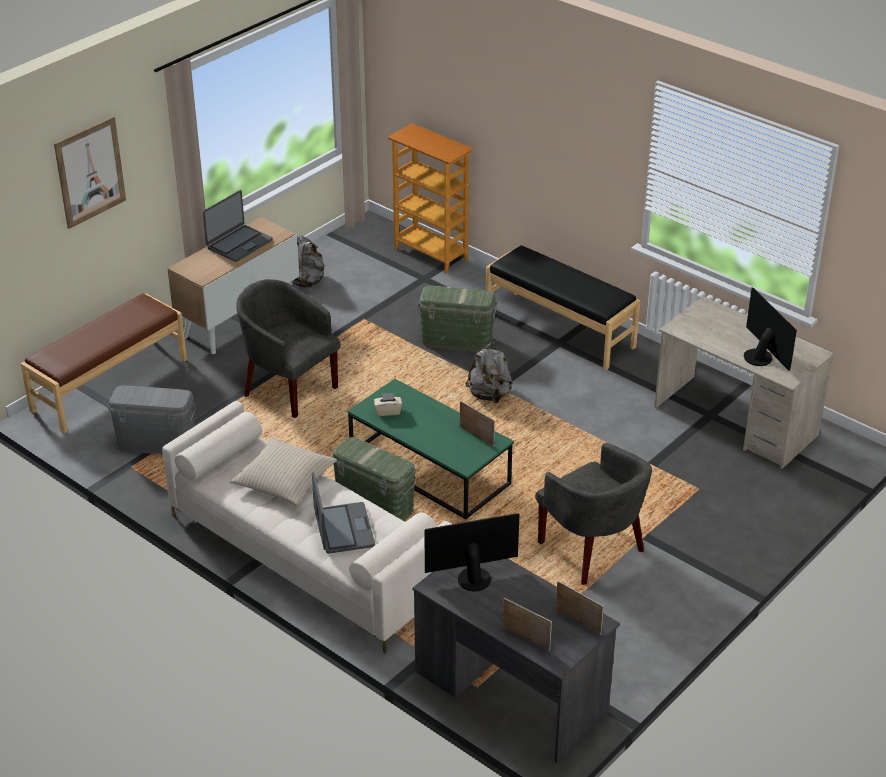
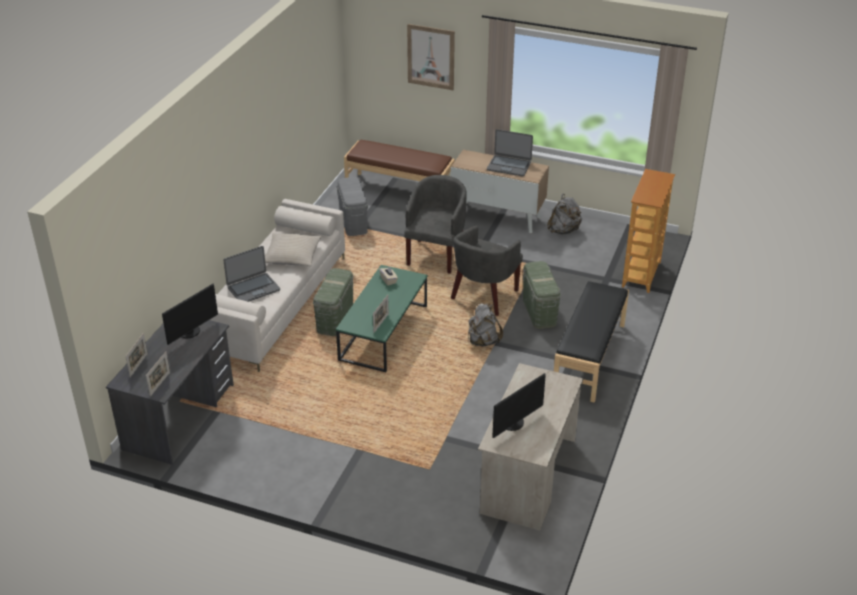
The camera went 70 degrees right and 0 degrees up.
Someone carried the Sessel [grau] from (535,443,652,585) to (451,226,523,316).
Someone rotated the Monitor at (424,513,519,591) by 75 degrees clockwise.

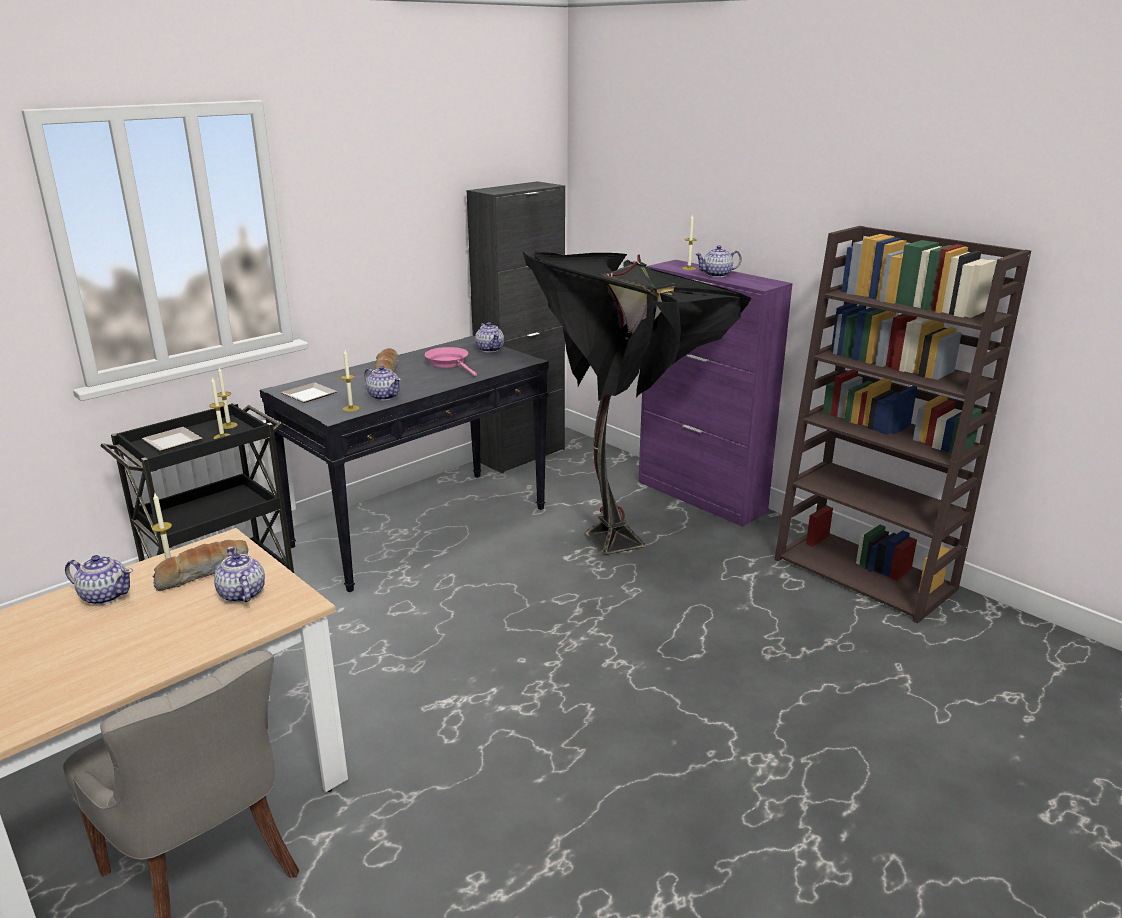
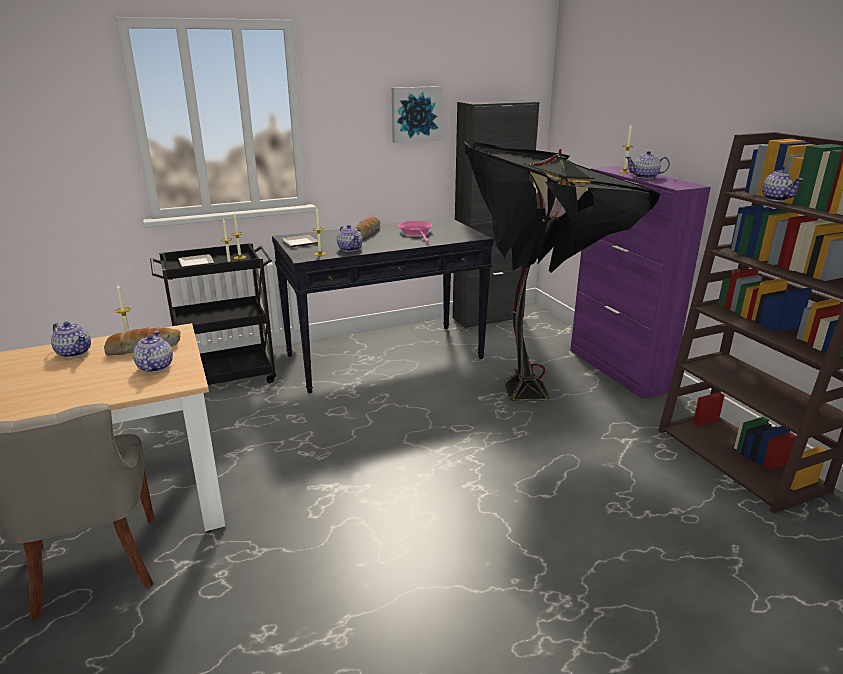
The camera went 20 degrees right and 0 degrees up.
Someone put up the Bild at (392,86,442,143).
Someone carried the Teekanne from (475,322,504,352) to (762,166,803,202).

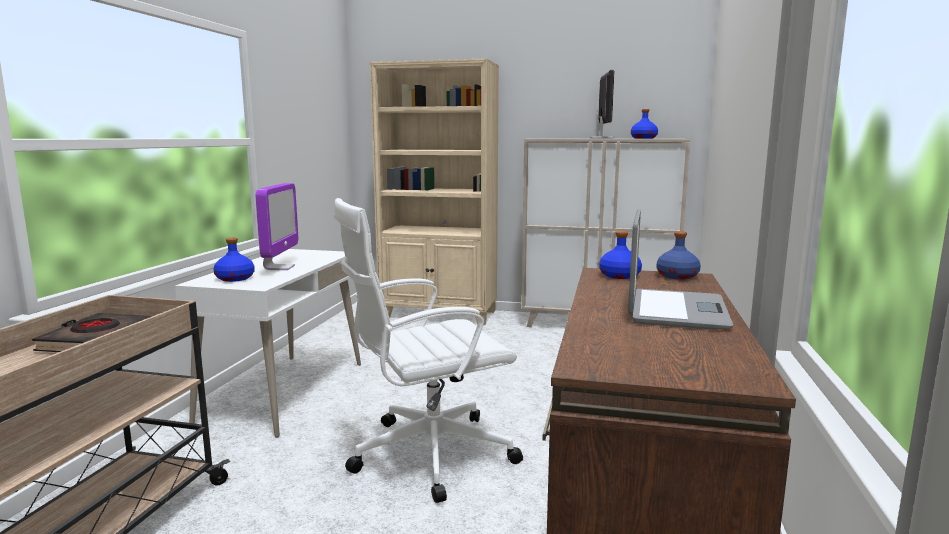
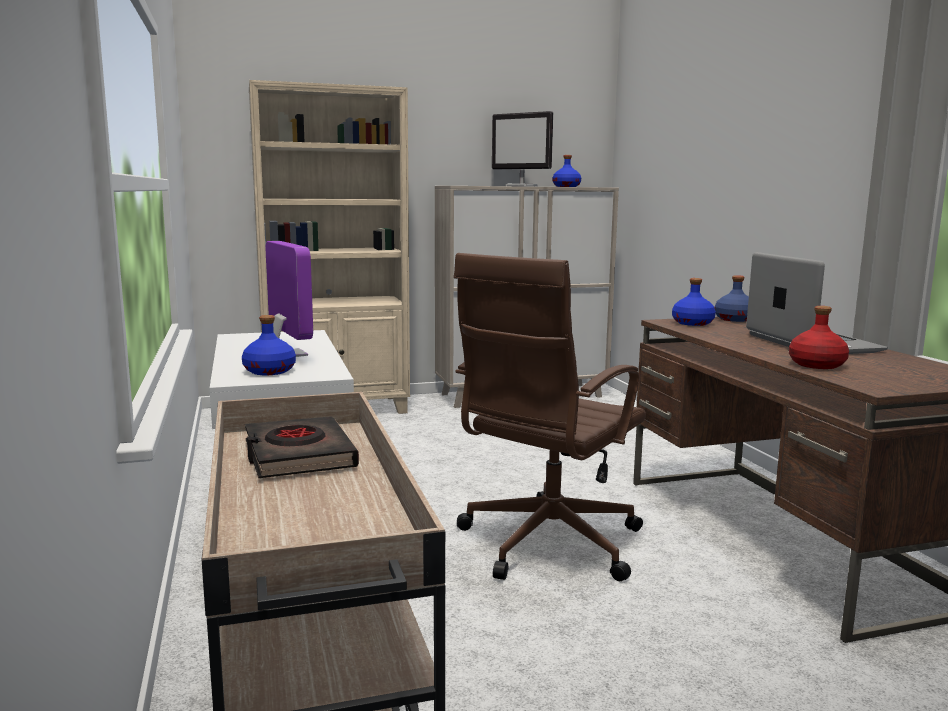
The camera went 30 degrees left and 0 degrees up.
Someone put down the Flasche [rot] at (789,306,849,369).
Someone repainted the Bürostuhl [weiß] at (334,198,523,503), which became the Bürostuhl [braun] at (454,253,646,581).
Someone rotated the Monitor at (590,70,615,139) by 150 degrees clockwise.

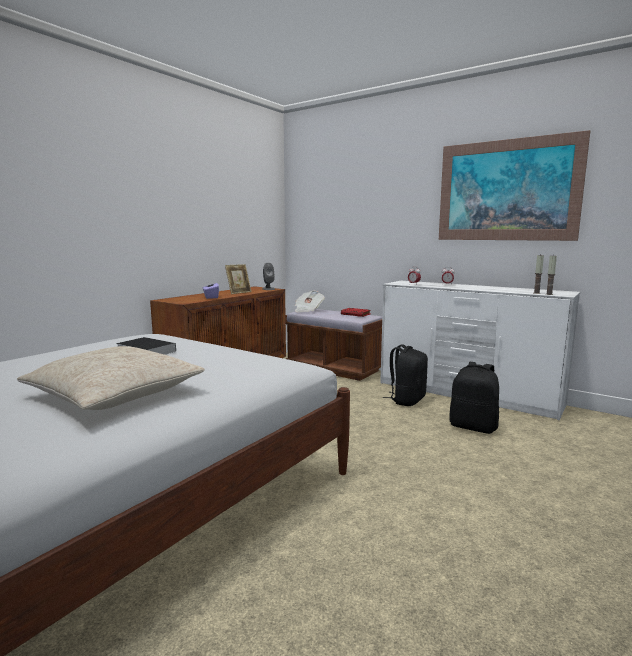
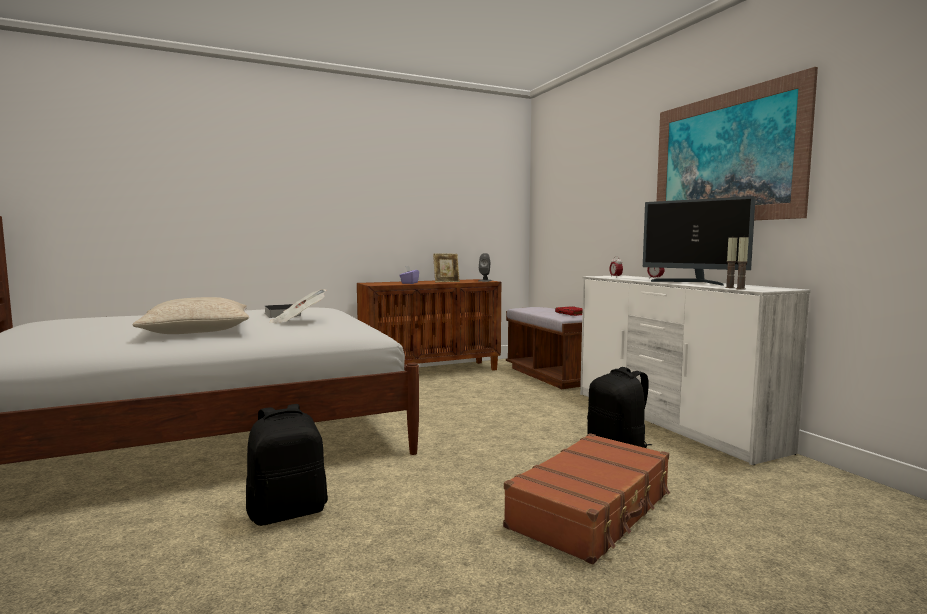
The camera went 30 degrees right and 5 degrees down.
Someone put down the Koffer [braun] at (503,433,670,565).
Someone put down the Monitor at (643,196,756,286).
Someone carried the Zeitung from (294,291,325,313) to (269,289,327,323).
Someone carried the Rucksack [schwarz] from (383,344,428,406) to (246,404,328,526).

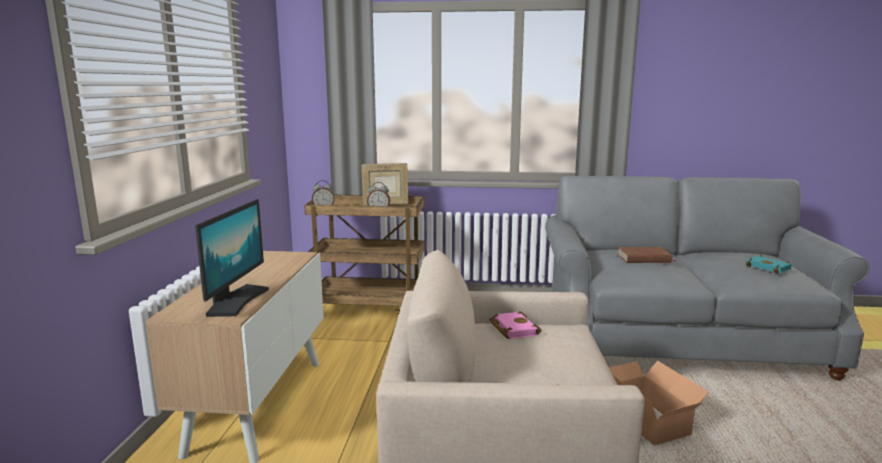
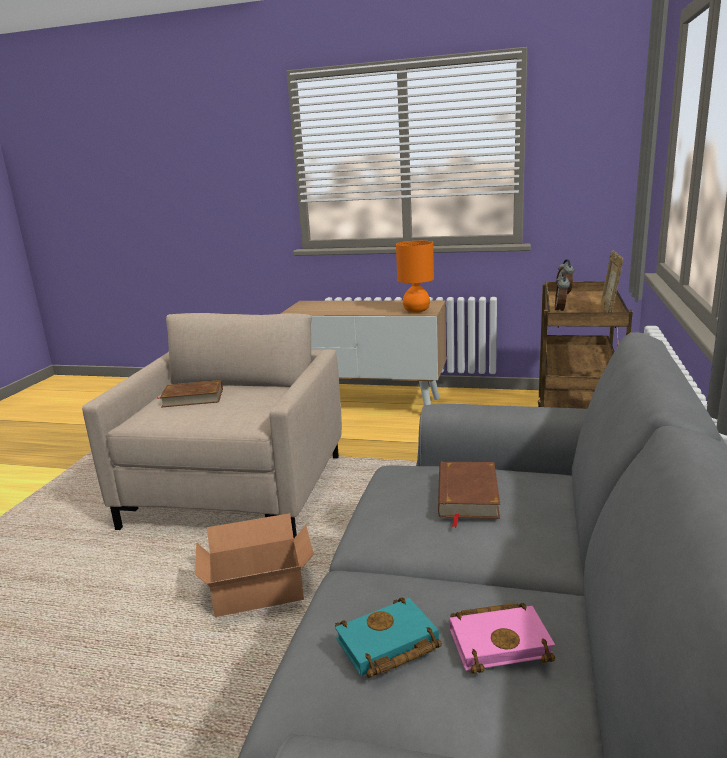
The camera went 100 degrees right and 5 degrees up.
Someone took away the Monitor at (195,199,269,317).
Someone put down the Buch [braun] at (157,380,223,408).
Someone put down the Tischlampe [orange] at (396,241,434,313).
Someone carried the Buch [rosa] from (489,311,542,339) to (450,603,555,674).

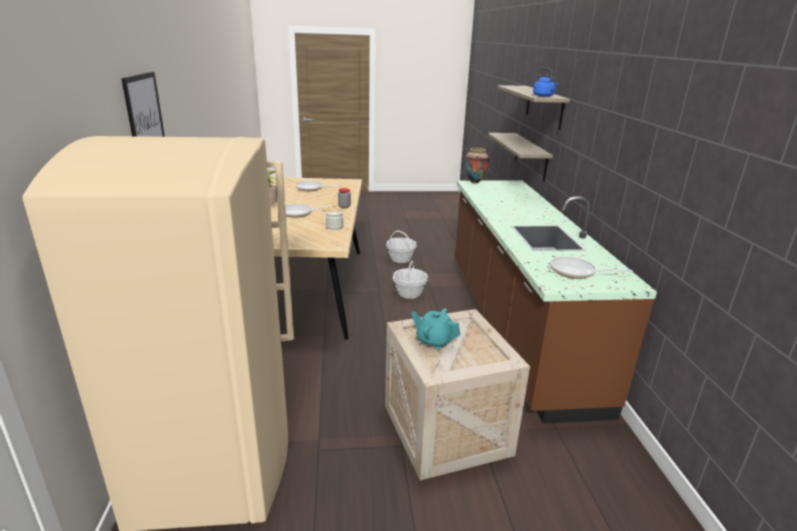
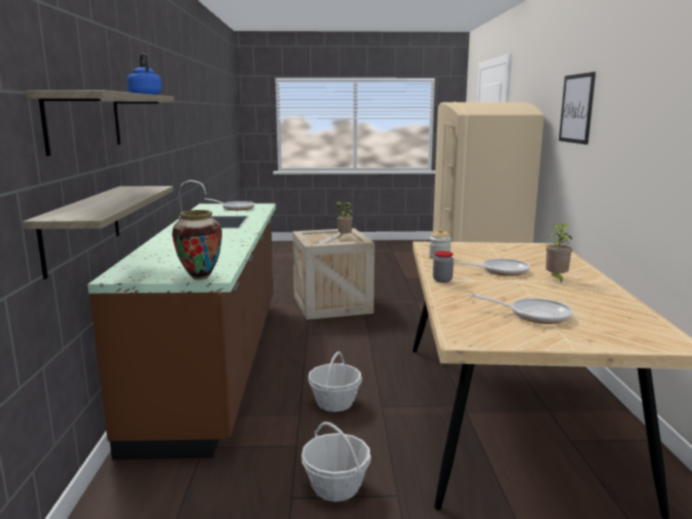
The camera went 175 degrees left and 10 degrees down.
Someone swapped the Teekanne [türkis] at (411,308,460,350) for the Topfpflanze at (336,202,353,238).

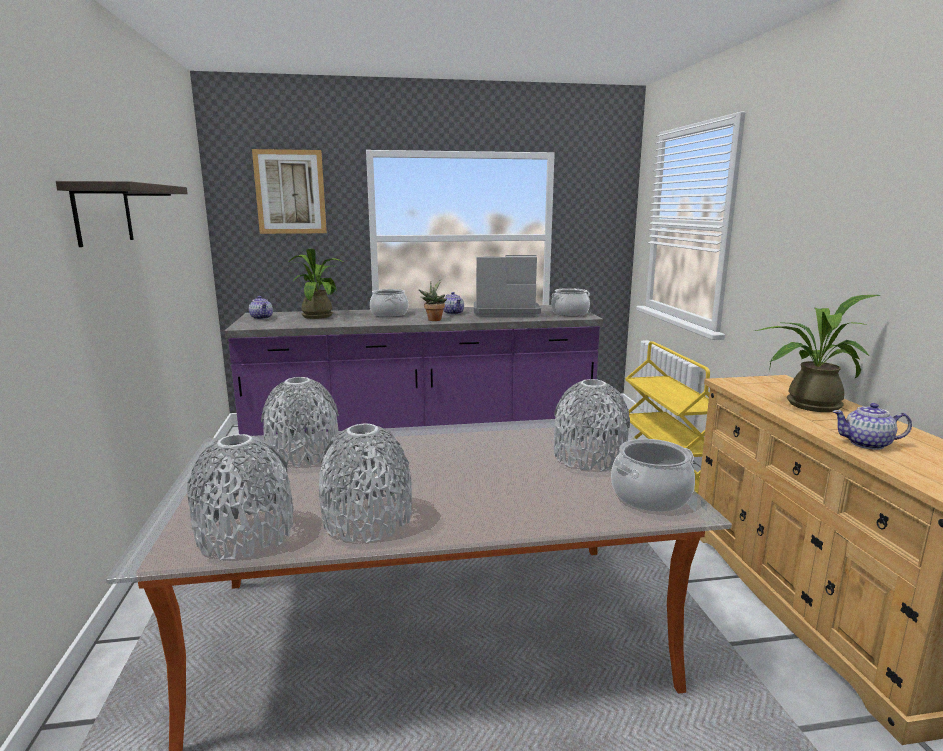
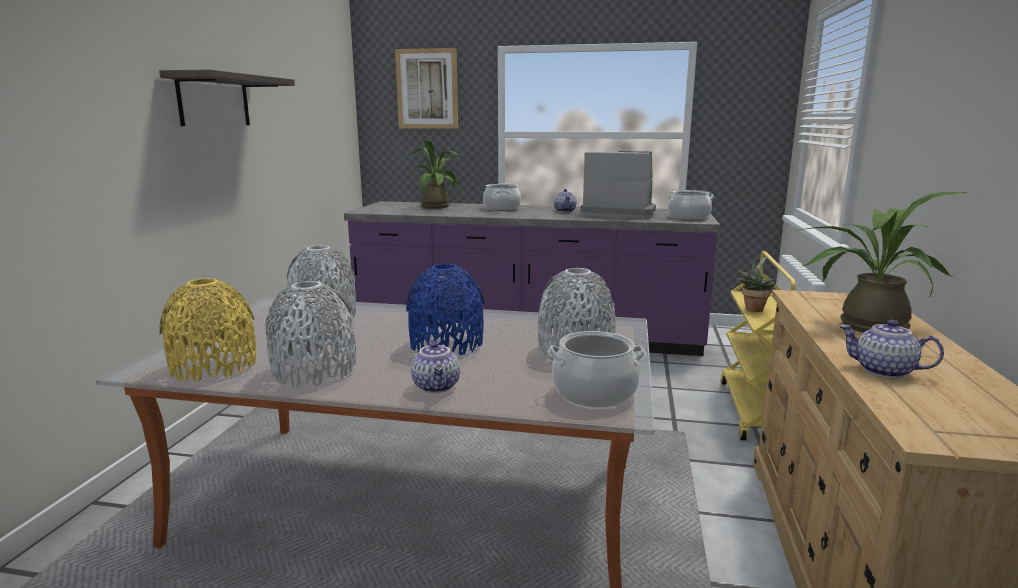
The camera went 20 degrees right and 0 degrees up.
Someone put down the Vase [blau] at (406,264,484,355).
Someone carried the Teekanne from (249,296,273,320) to (411,340,460,393).
Someone carried the Topfpflanze from (419,279,447,321) to (737,256,775,312).
Someone repainted the Vase [grau] at (187,434,293,560), which became the Vase [gelb] at (159,278,256,382).

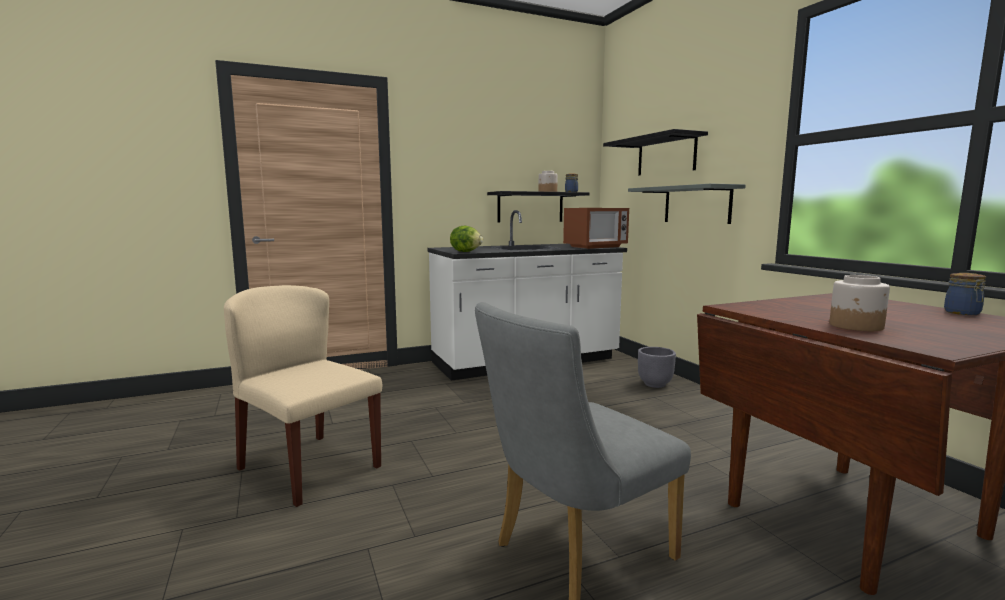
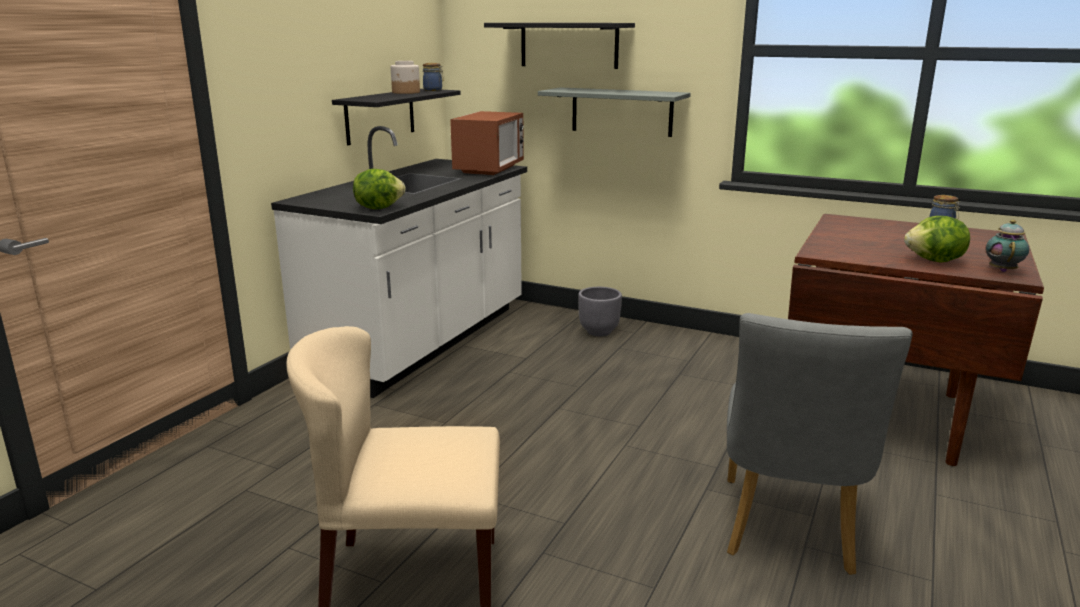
The camera went 40 degrees left and 10 degrees up.
Someone put down the Teekanne at (986,220,1029,272).
Someone swapped the Vorratsglas at (829,275,890,331) for the Salatkopf at (904,216,970,263).

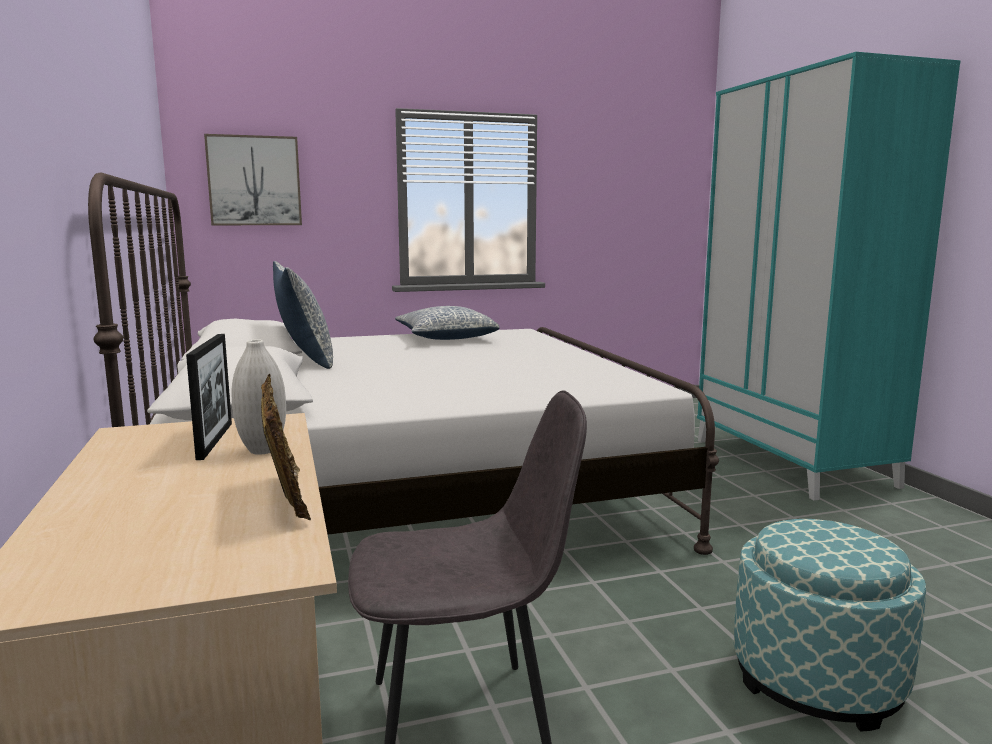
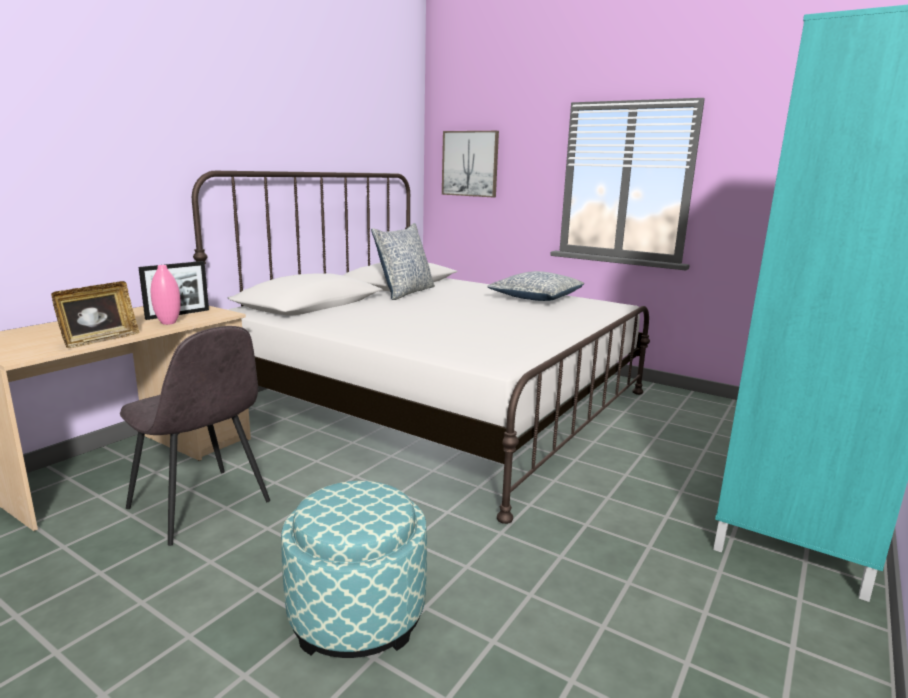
The camera went 50 degrees right and 5 degrees up.
Someone repainted the Vase [weiß] at (231,339,286,455), which became the Vase [rosa] at (150,265,181,325).

